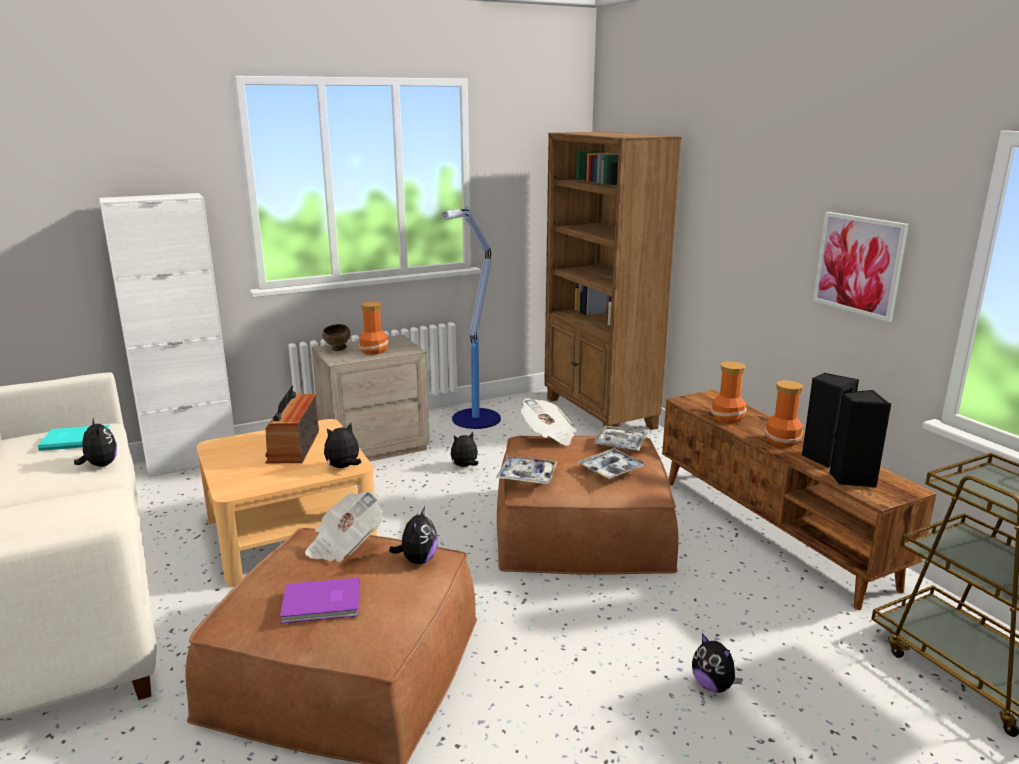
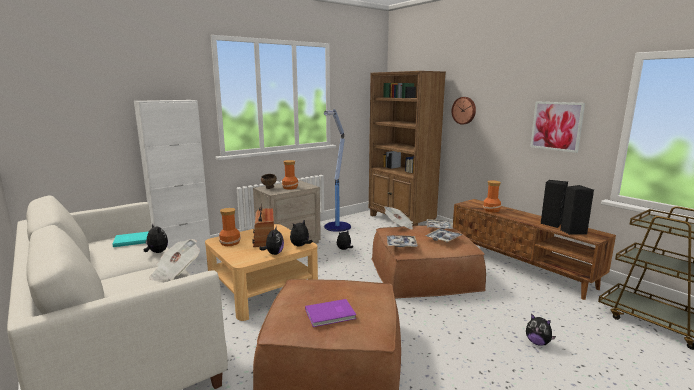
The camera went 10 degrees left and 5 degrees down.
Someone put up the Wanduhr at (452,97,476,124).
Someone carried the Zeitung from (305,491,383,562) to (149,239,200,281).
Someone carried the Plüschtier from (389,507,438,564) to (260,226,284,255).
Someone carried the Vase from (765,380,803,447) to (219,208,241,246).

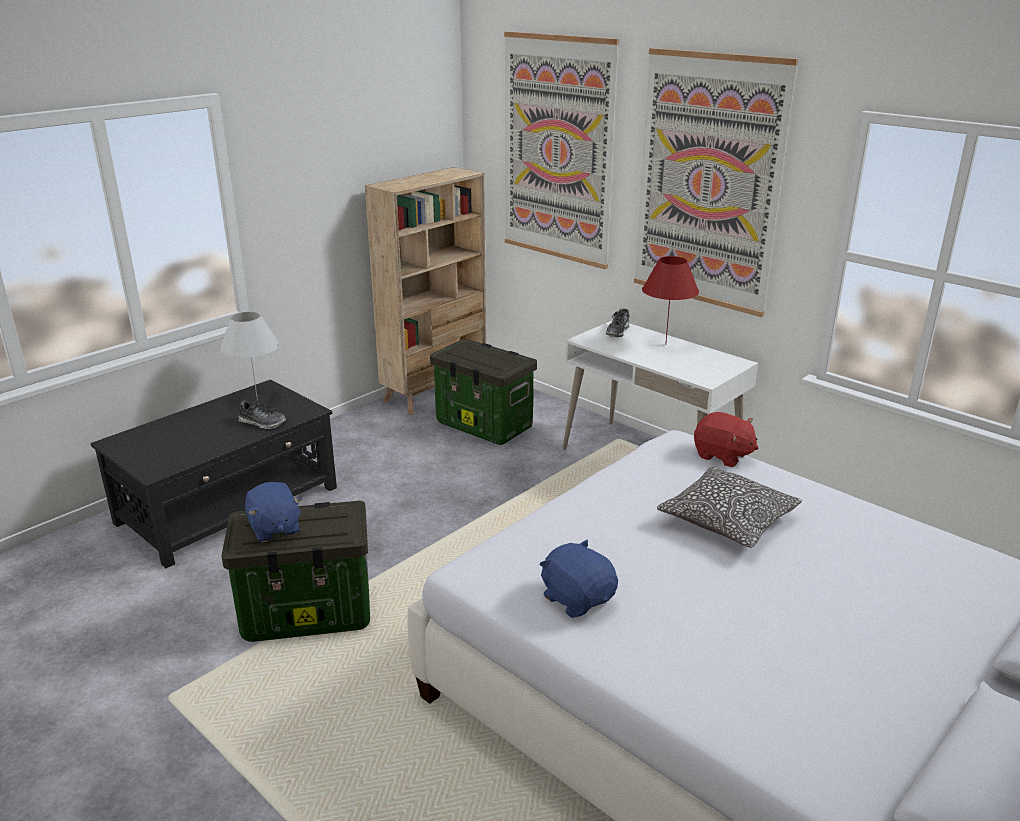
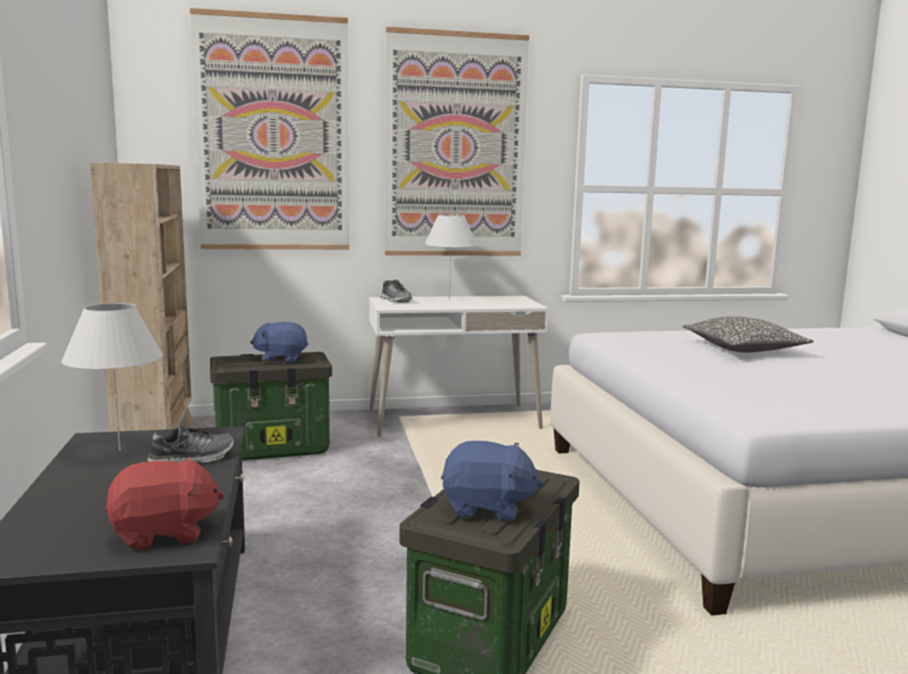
The camera went 55 degrees left and 15 degrees down.
Someone carried the Plüschtier [blau] from (540,540,618,618) to (250,322,308,363).
Someone carried the Plüschtier [rot] from (694,412,758,467) to (104,456,225,550).
Someone repainted the Tischlampe [rot] at (642,256,699,345), which became the Tischlampe [weiß] at (424,215,477,300).

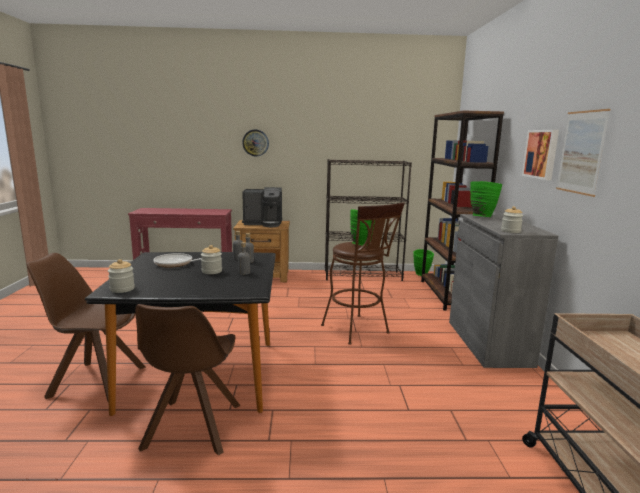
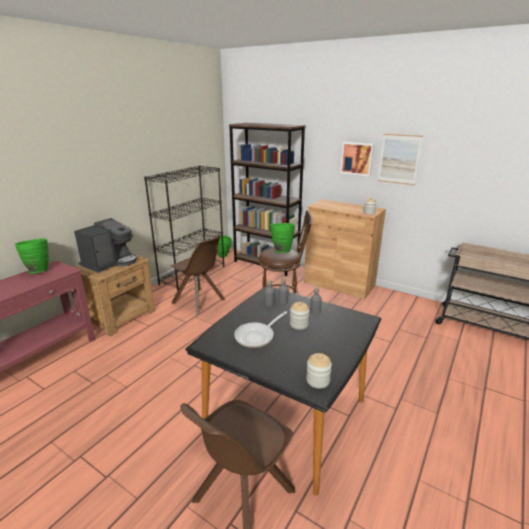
The camera went 55 degrees left and 10 degrees up.
Someone took away the Wanduhr at (242,130,269,156).
Someone carried the Stuhl [braun] from (135,304,240,456) to (170,235,225,315).
Someone carried the Vase [grün] from (470,181,502,217) to (15,238,49,274).
Someone repainted the Schrank [grau] at (449,214,558,368), which became the Schrank [braun] at (304,199,386,299).

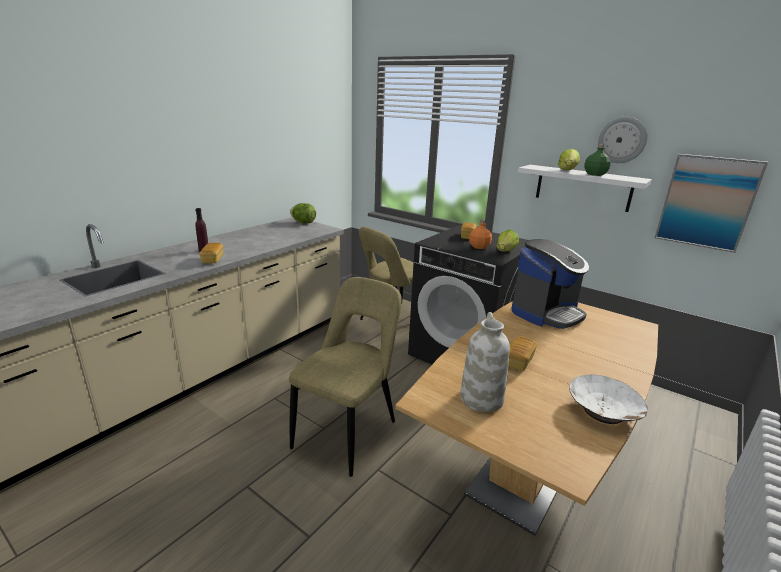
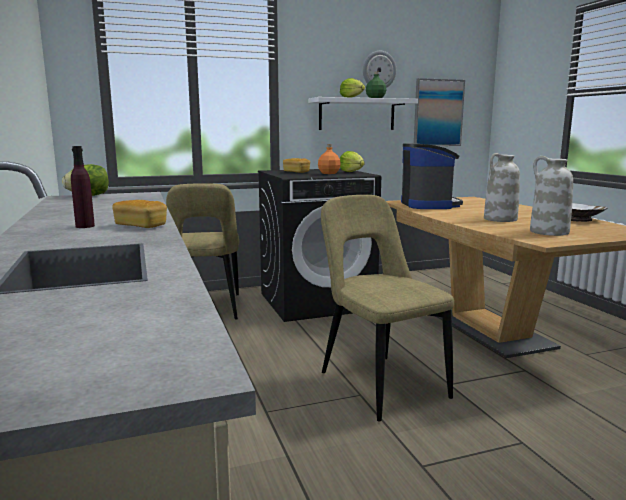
The camera went 55 degrees left and 10 degrees down.
Someone swapped the Brot at (508,337,537,371) for the Vase [weiß] at (484,153,520,222).

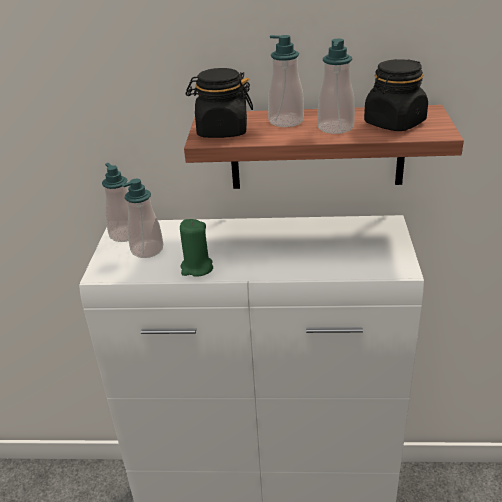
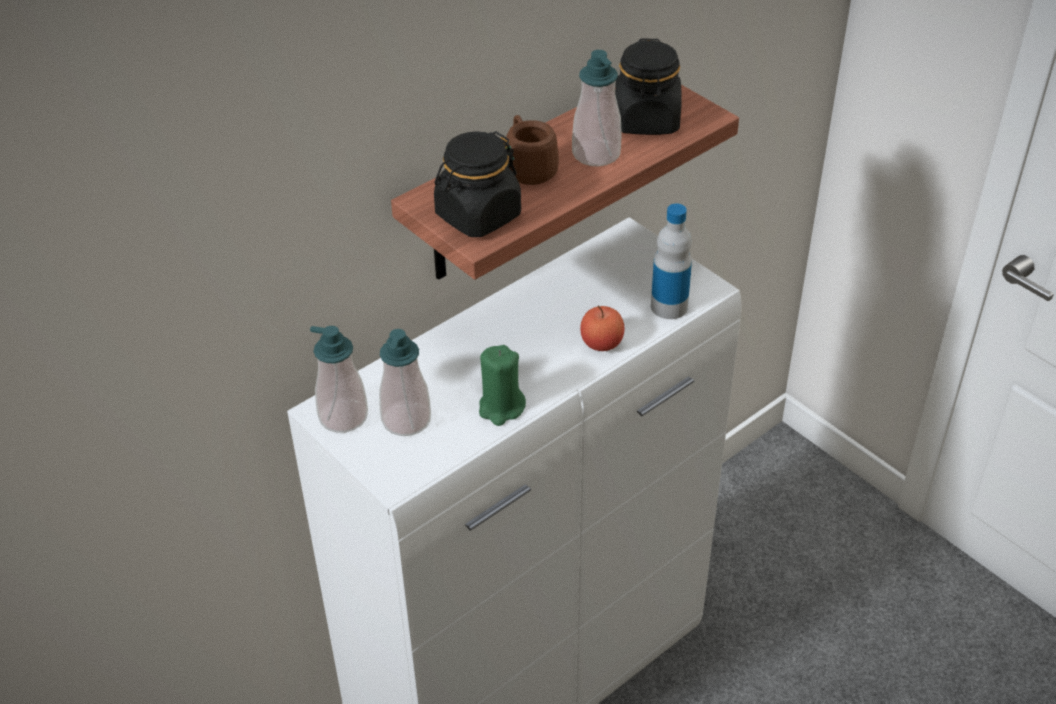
The camera went 45 degrees left and 10 degrees up.
Someone put down the Apfel at (580,306,625,351).
Someone put down the Flasche at (651,203,692,319).
Someone swapped the Seifenspender at (268,35,304,127) for the Henkelbecher [braun] at (506,115,559,185).

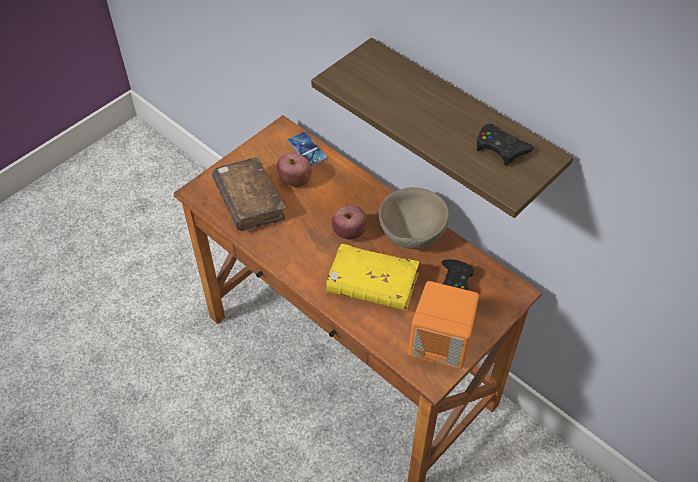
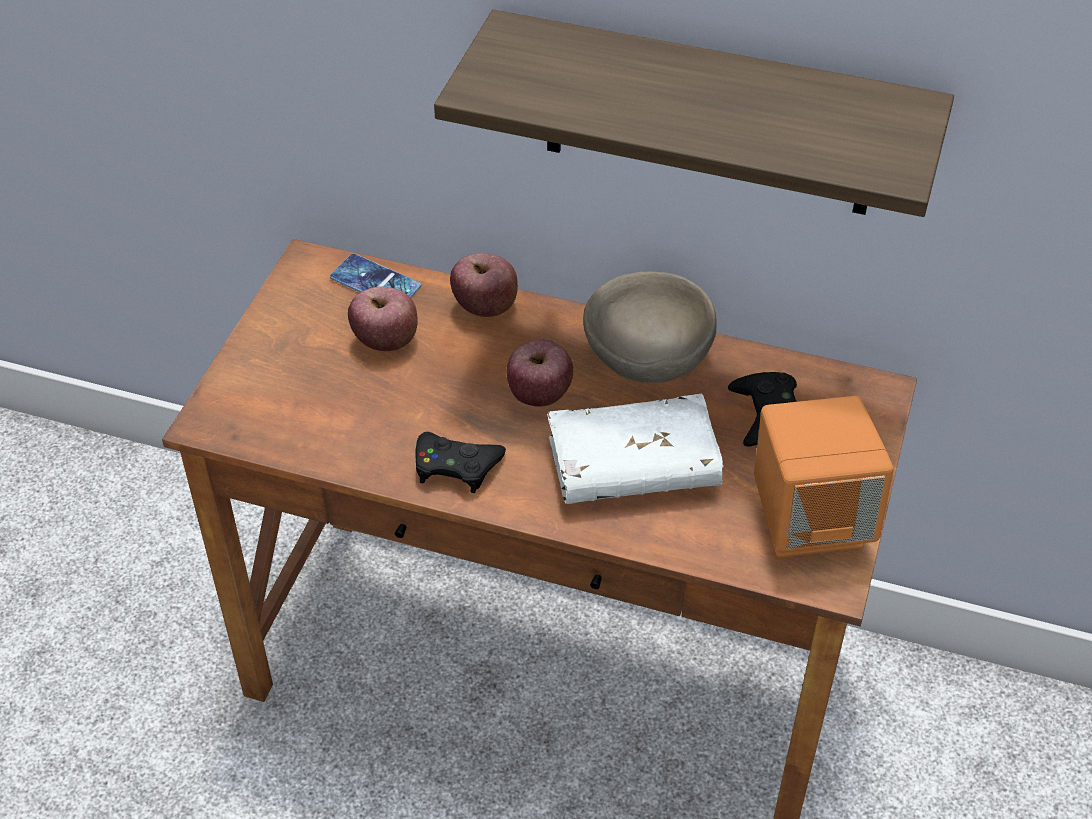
The camera went 25 degrees left and 5 degrees down.
Someone took away the Buch [braun] at (212,157,286,231).
Someone put down the Apfel at (450,253,518,317).
Someone carried the Gamepad [schwarz] from (476,124,534,166) to (416,432,506,493).
Someone repainted the Buch [gelb] at (326,244,419,311), which became the Buch [weiß] at (547,394,723,504).

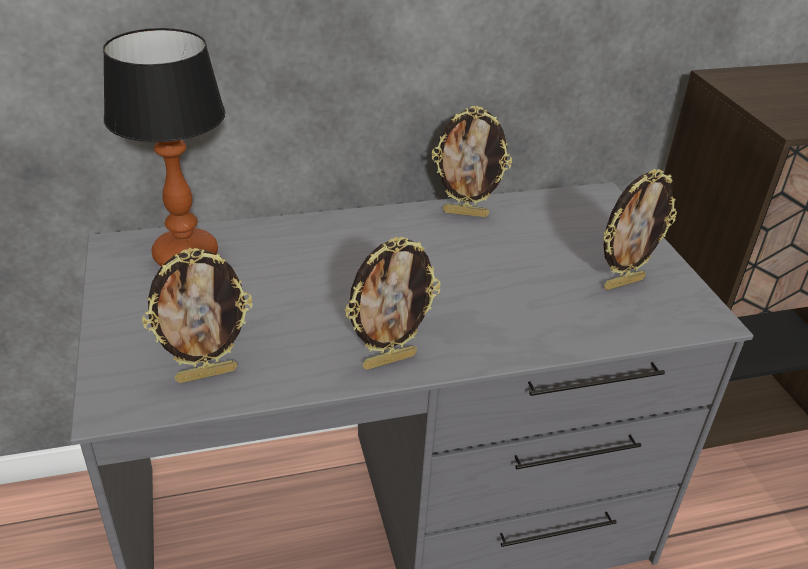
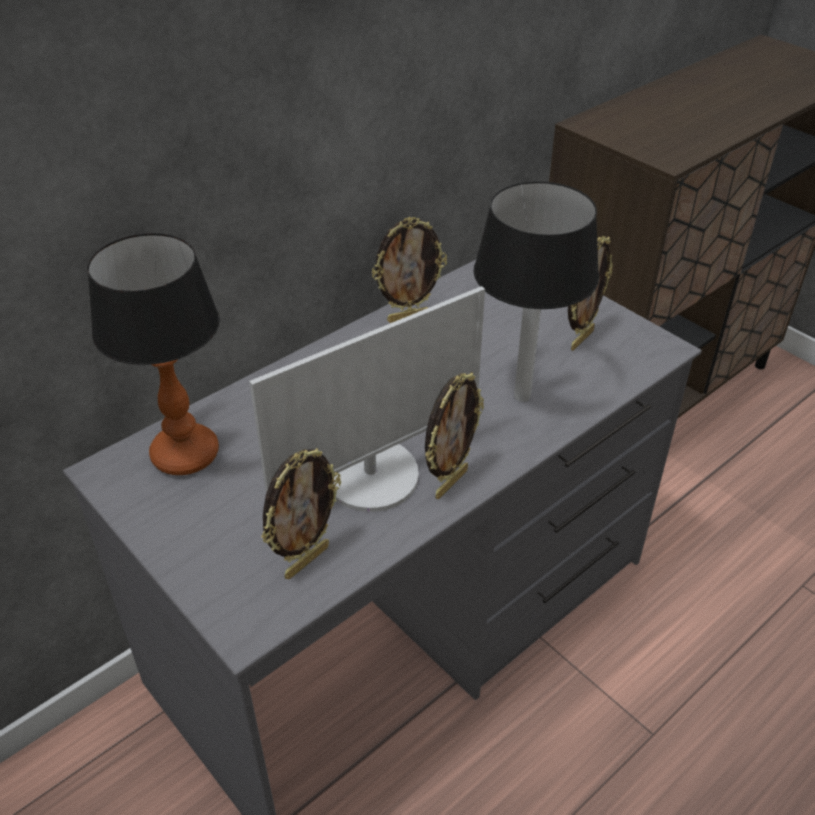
The camera went 25 degrees left and 5 degrees up.
Someone put down the Monitor at (249,286,485,512).
Someone put down the Tischlampe at (474,181,599,402).

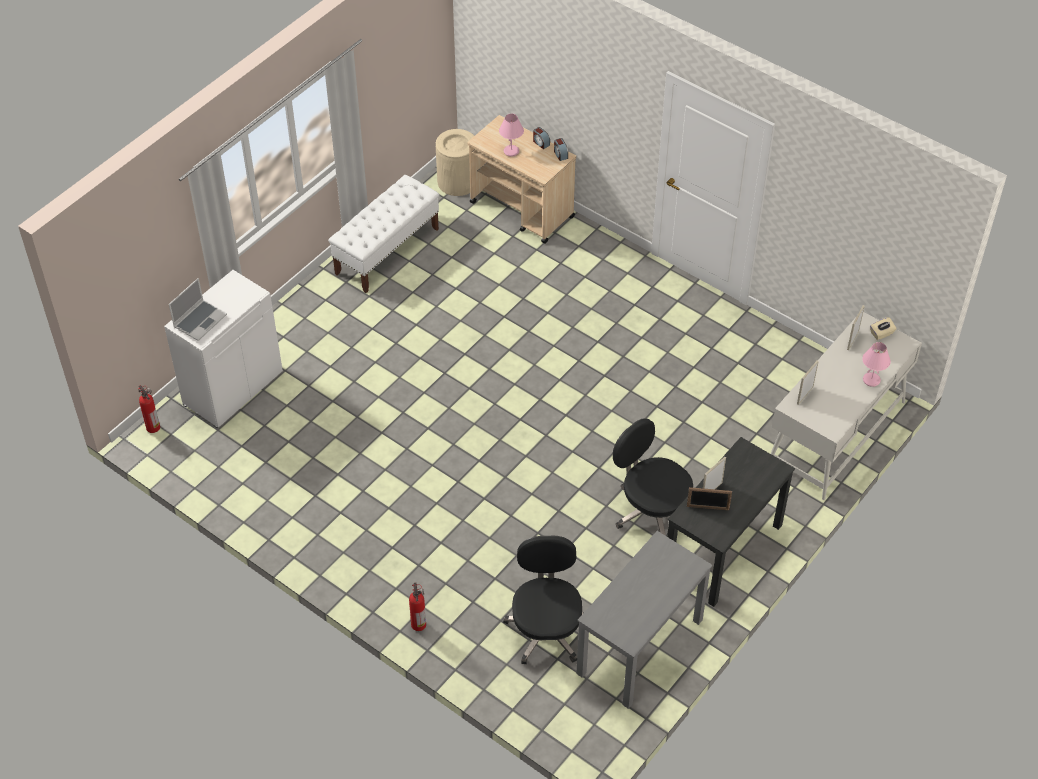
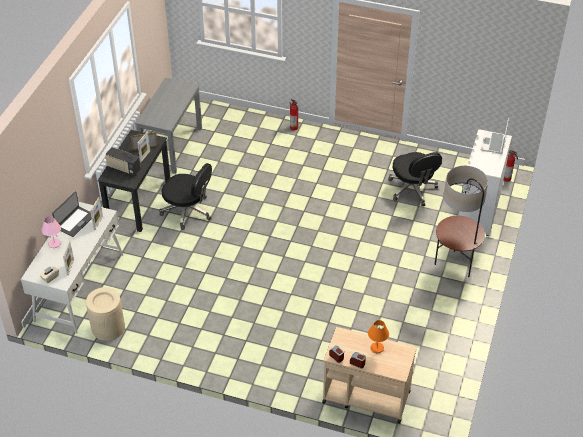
The camera went 160 degrees right and 5 degrees down.
Someone took away the Bank [weiß] at (328,175,439,293).
Someone put down the Laptop at (52,192,92,237).
Someone put down the Radio at (106,147,141,176).
Someone put down the Stehlampe at (434,166,488,277).
Someone carried the Mülleimer [beige] from (436,129,474,196) to (86,287,125,341).
Someone carried the Bürostuhl [schwarz] from (503,535,584,664) to (388,152,442,206).
Someone repainted the Tischlampe [rosa] at (499,114,524,157), which became the Tischlampe [orange] at (368,320,389,353).

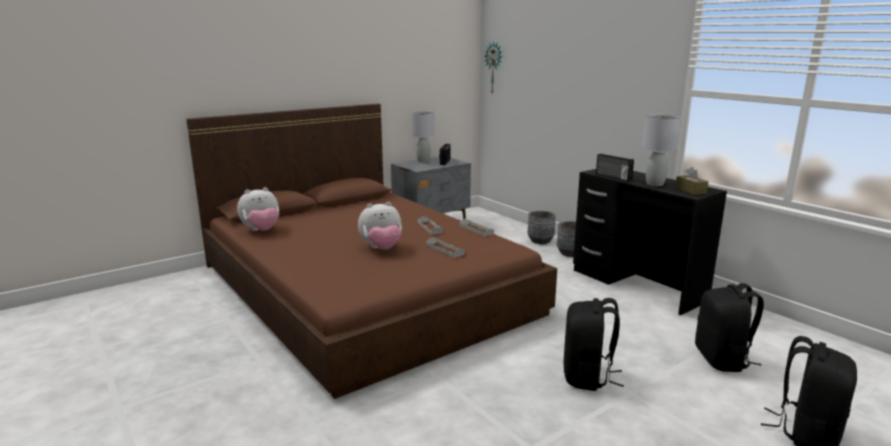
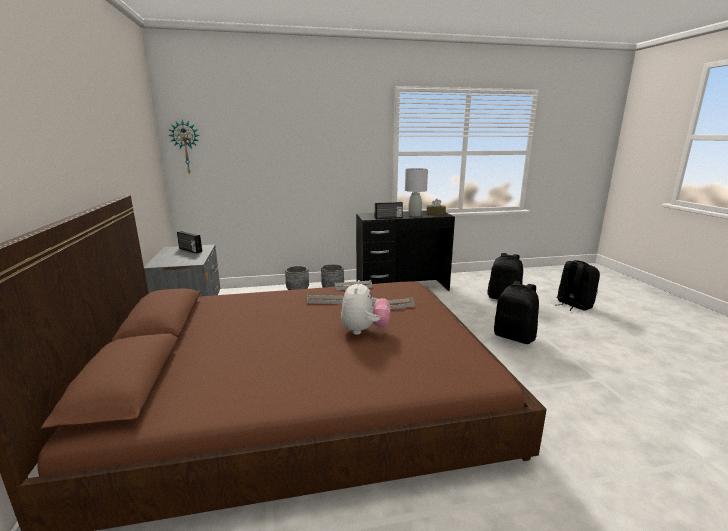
The camera went 65 degrees left and 0 degrees up.
Someone took away the Plüschtier at (237,187,279,231).
Someone took away the Tischlampe [grau] at (411,111,435,162).

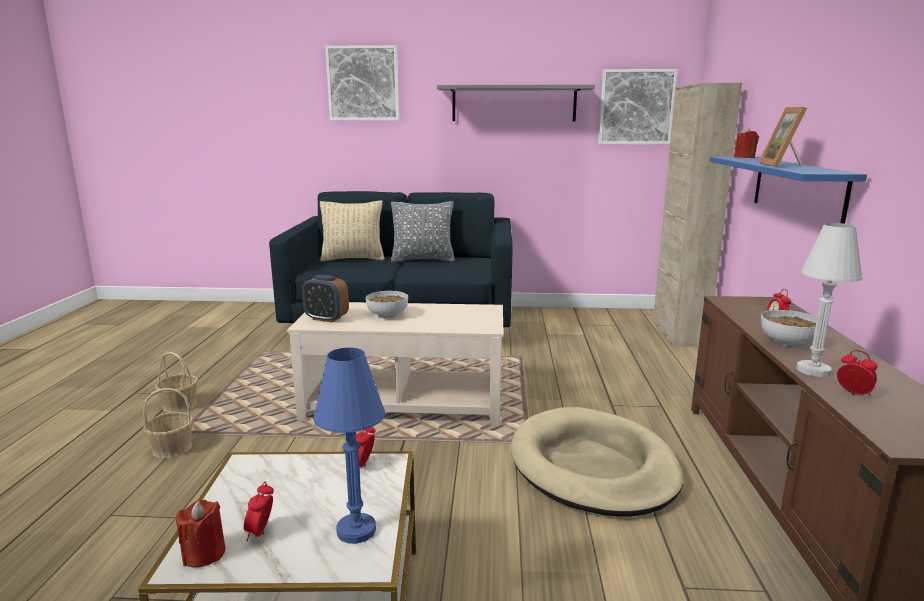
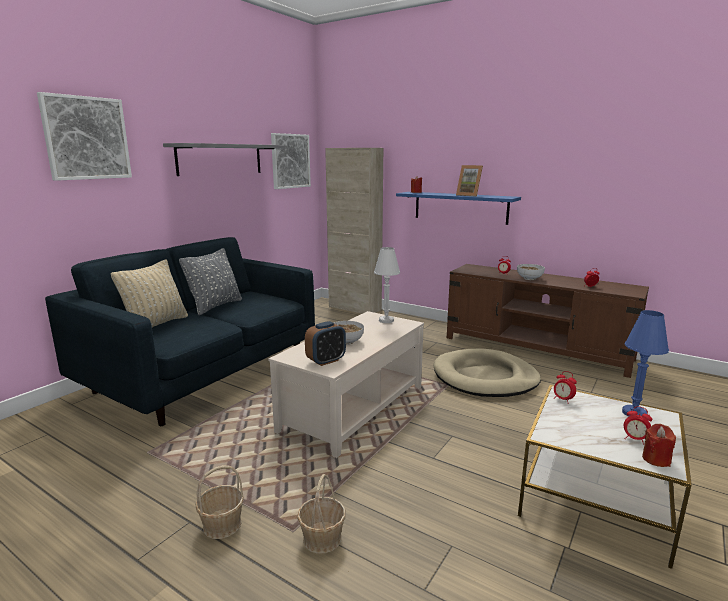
The camera went 60 degrees left and 0 degrees up.
Someone carried the Tischlampe [weiß] from (796,223,863,377) to (374,247,400,323).

